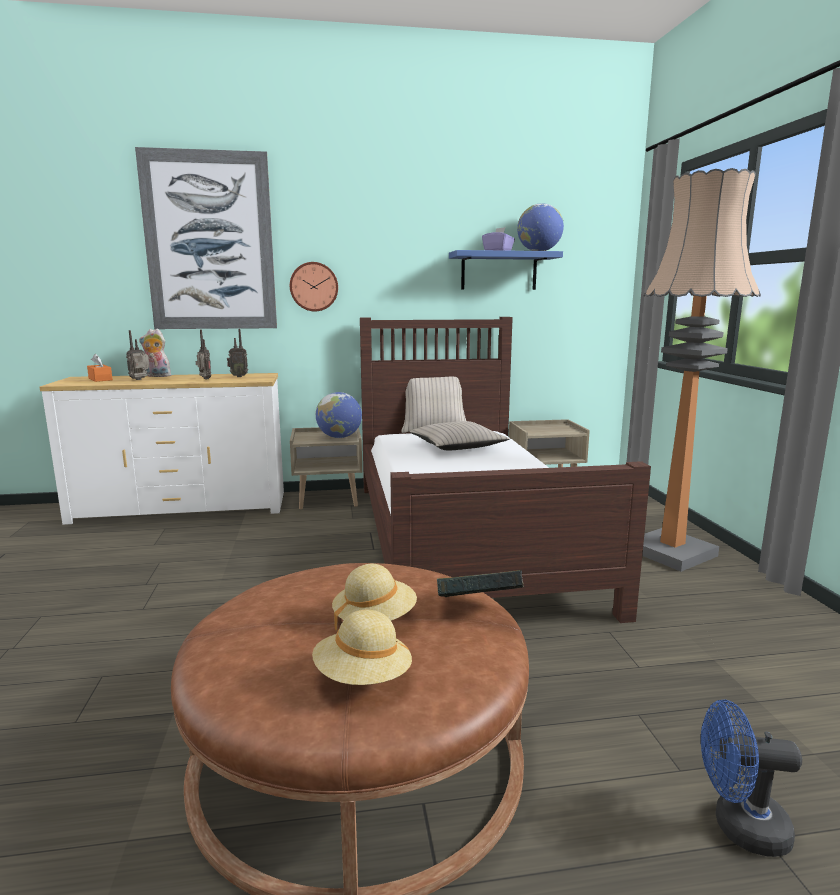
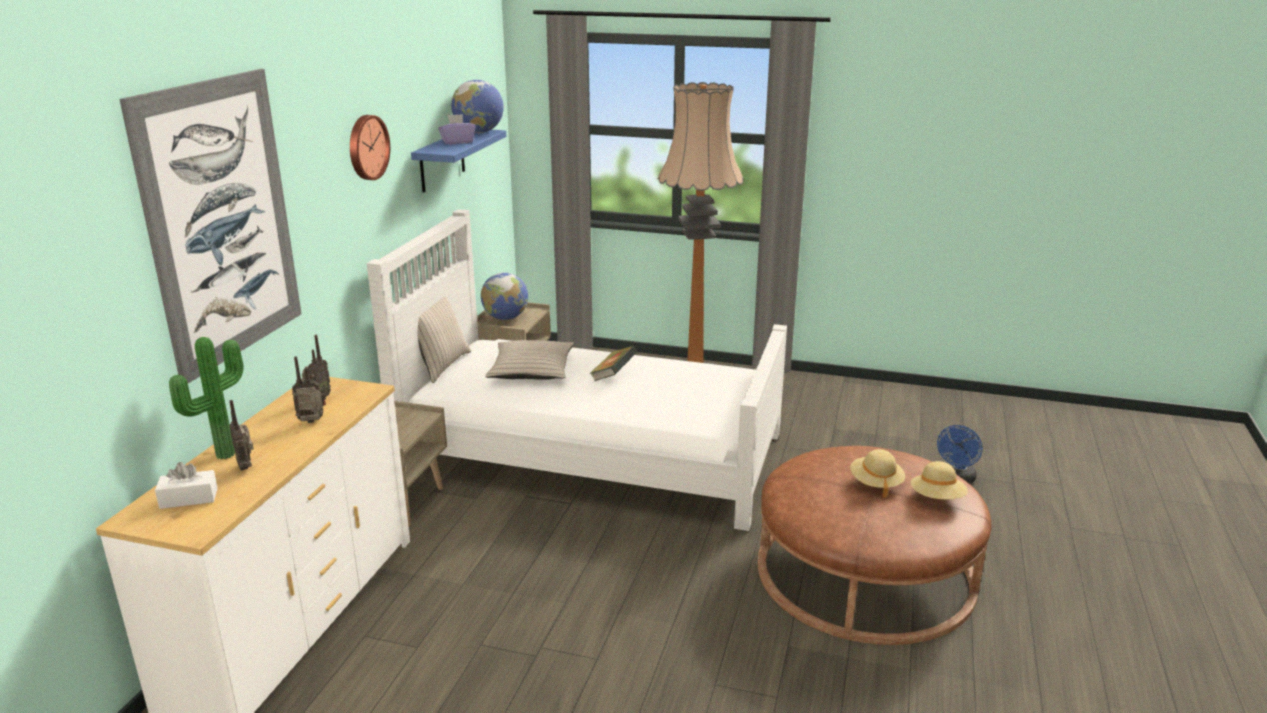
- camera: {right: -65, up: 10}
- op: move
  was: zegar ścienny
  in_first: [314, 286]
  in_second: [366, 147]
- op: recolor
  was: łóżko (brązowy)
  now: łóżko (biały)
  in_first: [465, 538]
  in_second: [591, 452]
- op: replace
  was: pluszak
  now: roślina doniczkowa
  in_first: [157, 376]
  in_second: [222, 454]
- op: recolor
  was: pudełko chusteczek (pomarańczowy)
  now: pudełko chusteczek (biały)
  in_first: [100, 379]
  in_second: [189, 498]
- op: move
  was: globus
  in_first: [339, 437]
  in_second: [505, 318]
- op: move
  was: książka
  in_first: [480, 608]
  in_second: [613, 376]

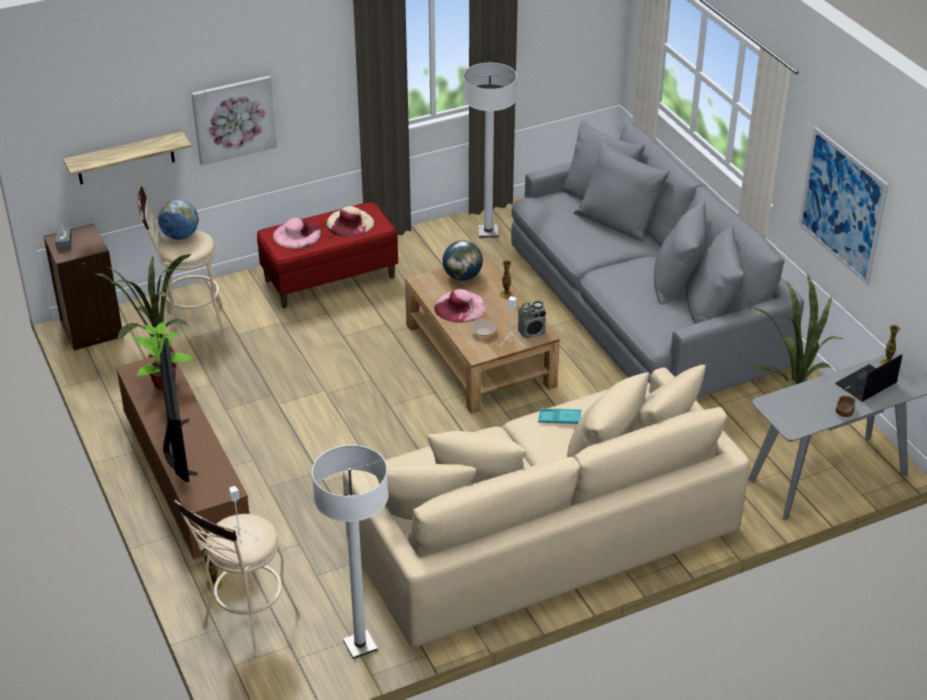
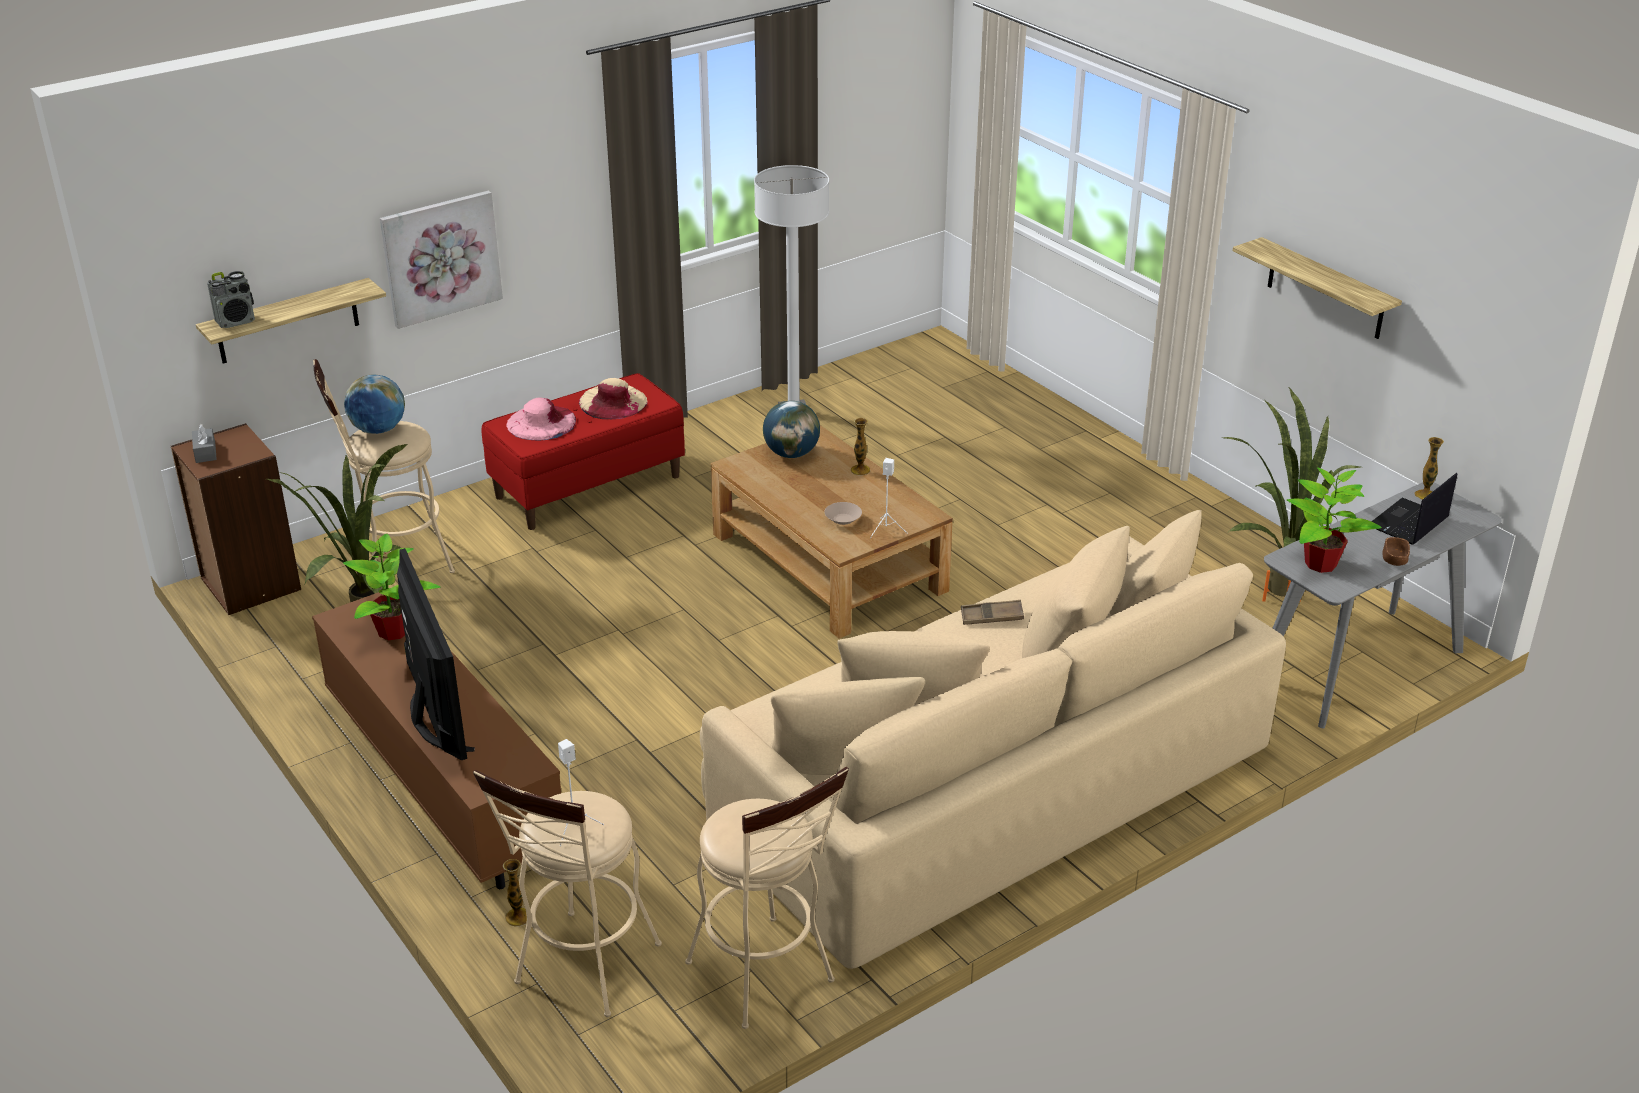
- camera: {right: -10, up: -5}
- op: delete
  was: kanapa (szary)
  in_first: [643, 305]
- op: replace
  was: obraz
  now: półka
  in_first: [842, 205]
  in_second: [1326, 289]
- op: delete
  was: kapelusz (różowy)
  in_first: [459, 306]
- op: move
  was: radio
  in_first: [532, 332]
  in_second: [236, 321]
- op: recolor
  was: taca (turkusowy)
  now: taca (brązowy)
  in_first: [559, 419]
  in_second: [991, 617]
- op: replace
  was: lampa stojąca (biały)
  now: stołek (beżowy)
  in_first: [360, 645]
  in_second: [767, 979]
- op: insert
  now: roślina doniczkowa
  in_second: [1319, 564]

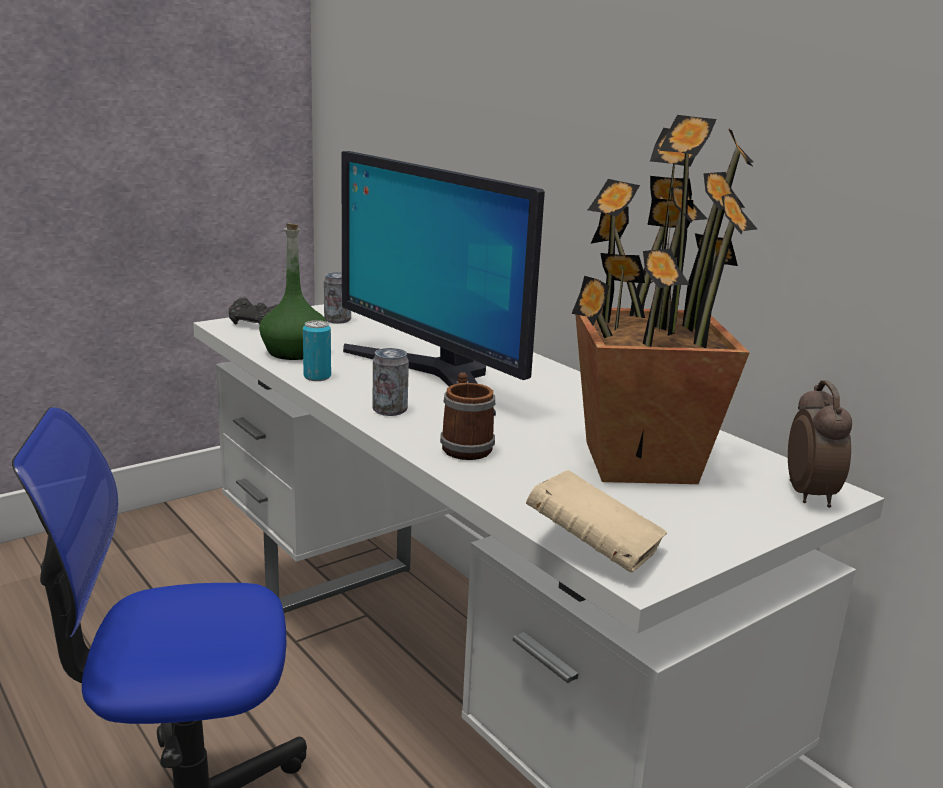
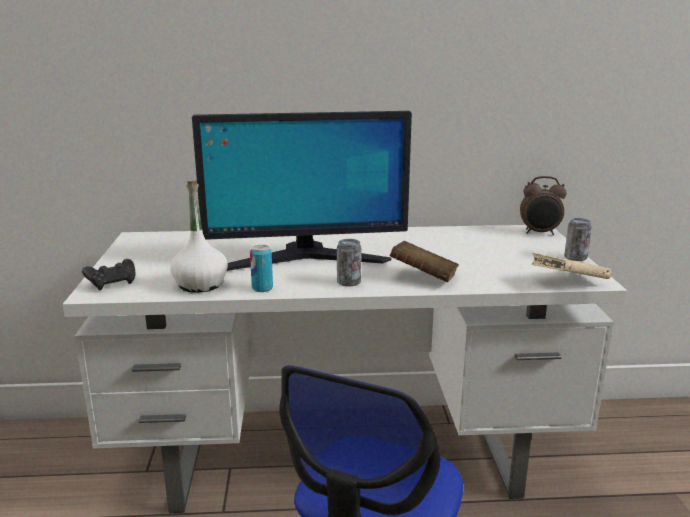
- camera: {right: -55, up: 0}
- op: delete
  was: roślina doniczkowa
  in_first: [638, 461]
- op: recolor
  was: butelka (zielony)
  now: butelka (biały)
  in_first: [294, 352]
  in_second: [200, 284]
- op: move
  was: puszka
  in_first: [337, 320]
  in_second: [575, 257]
- op: replace
  was: kubek
  now: książka (brązowy)
  in_first: [465, 446]
  in_second: [423, 277]
- op: rotate
  was: budzik
  in_first: [811, 495]
  in_second: [539, 233]
  clockwise: 150

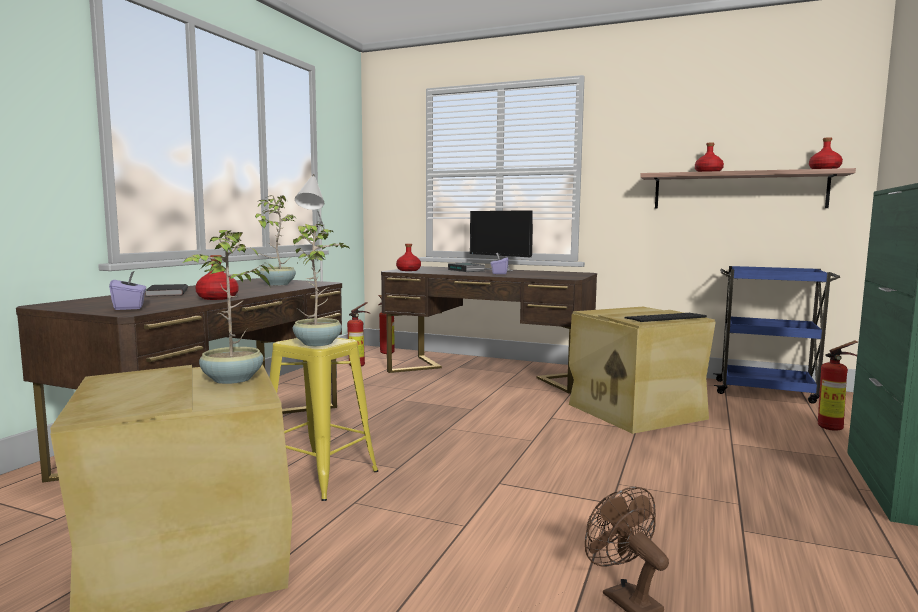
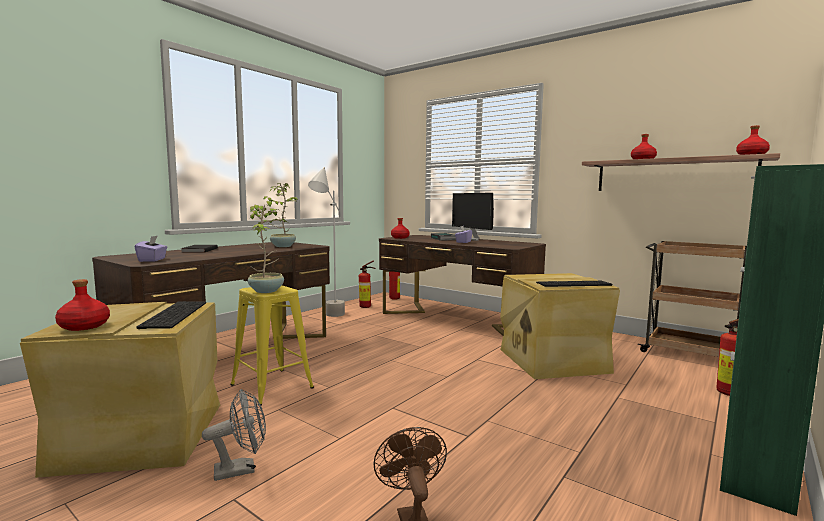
- camera: {right: 15, up: 0}
- op: replace
  was: roślina doniczkowa
  now: klawiatura
  in_first: [232, 380]
  in_second: [173, 314]
- op: move
  was: butelka (czerwony)
  in_first: [217, 298]
  in_second: [84, 326]
- op: recolor
  was: wózek (niebieski)
  now: wózek (brązowy)
  in_first: [766, 391]
  in_second: [690, 353]
- op: insert
  now: wentylator (szary)
  in_second: [241, 469]

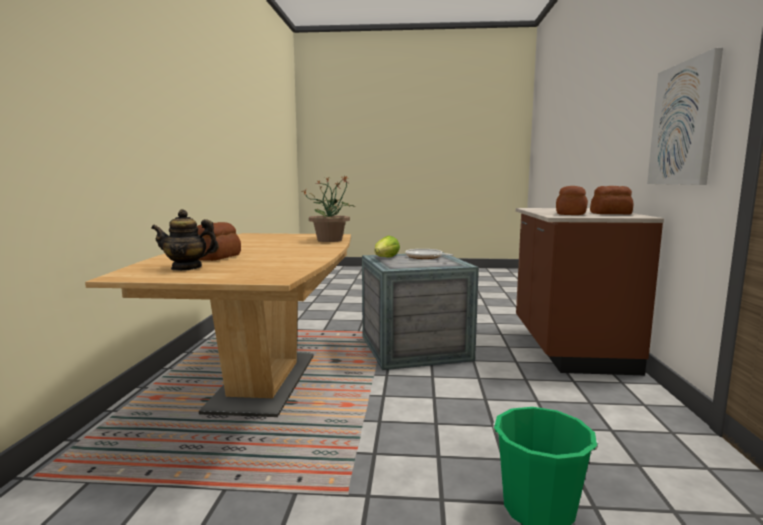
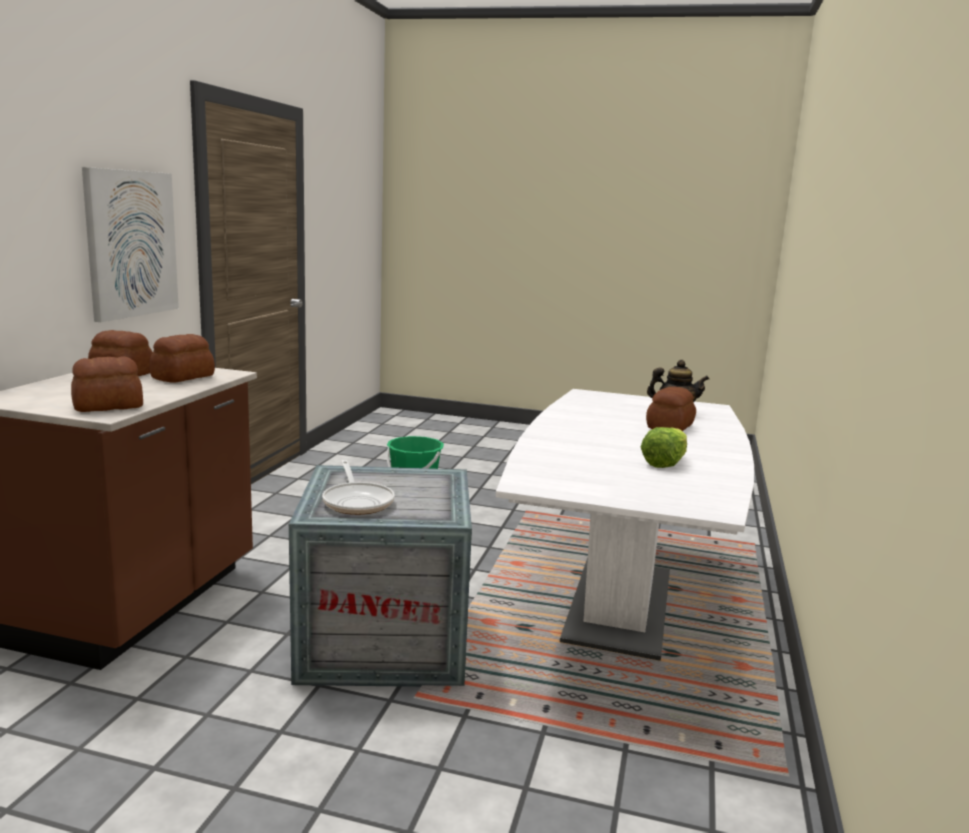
- camera: {right: -170, up: 5}
- op: delete
  was: roślina doniczkowa
  in_first: [330, 240]
- op: recolor
  was: stół jadalny (brązowy)
  now: stół jadalny (biały)
  in_first: [264, 382]
  in_second: [619, 605]
- op: move
  was: sałata
  in_first: [385, 258]
  in_second: [664, 463]
- op: insert
  now: chleb
  in_second: [107, 406]

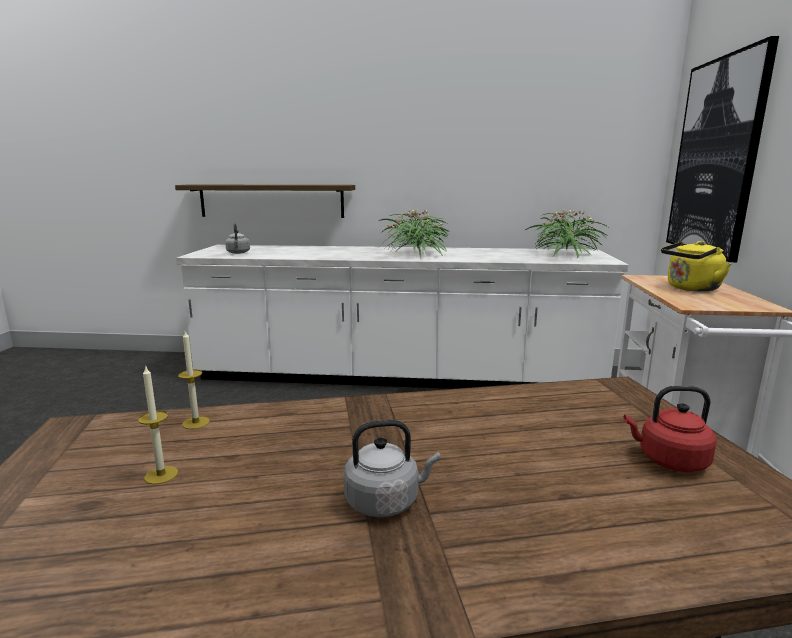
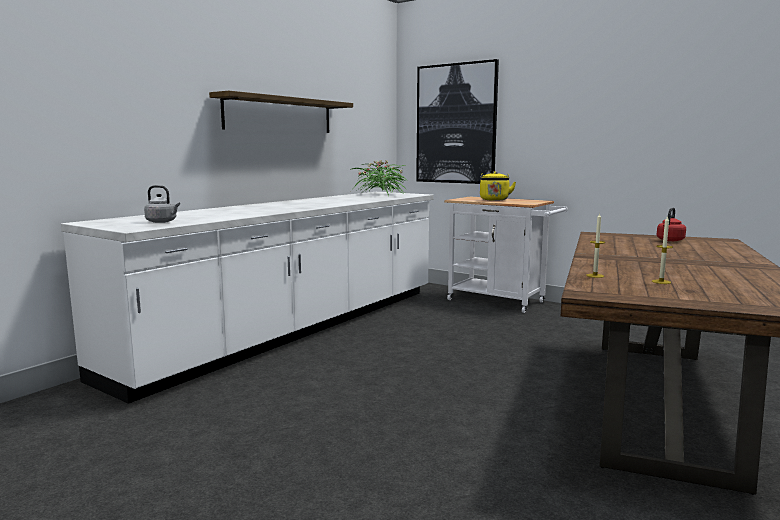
- camera: {right: -60, up: -5}
- op: move
  was: półka
  in_first: [271, 201]
  in_second: [280, 115]
- op: delete
  was: roślina doniczkowa
  in_first: [416, 253]
- op: delete
  was: czajnik (szary)
  in_first: [386, 501]

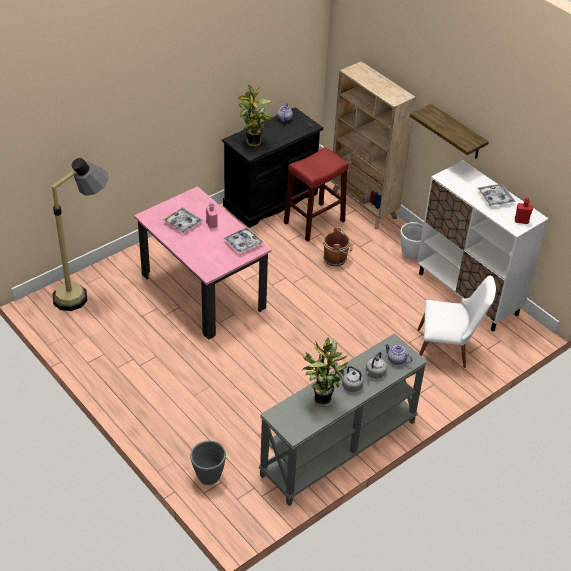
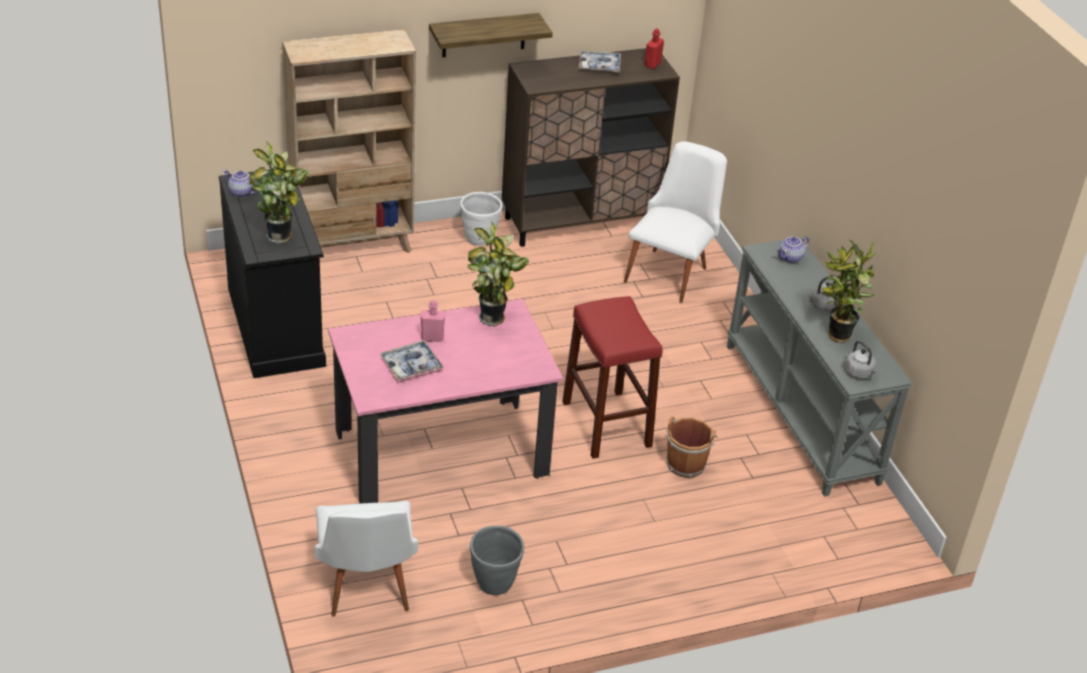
- camera: {right: -70, up: -5}
- op: move
  was: stołek (czerwony)
  in_first: [314, 222]
  in_second: [606, 424]
- op: replace
  was: lampa stojąca
  now: krzesło (biały)
  in_first: [85, 293]
  in_second: [366, 590]
- op: recolor
  was: szafka (biały)
  now: szafka (brązowy)
  in_first: [468, 294]
  in_second: [580, 222]
- op: replace
  was: taca
  now: roślina doniczkowa
  in_first: [243, 243]
  in_second: [494, 320]
- op: move
  was: wiadro (brązowy)
  in_first: [336, 259]
  in_second: [686, 463]
- op: move
  was: czajnik (szary)
  in_first: [374, 373]
  in_second: [859, 373]
- op: move
  was: donica (szary)
  in_first: [208, 477]
  in_second: [494, 585]

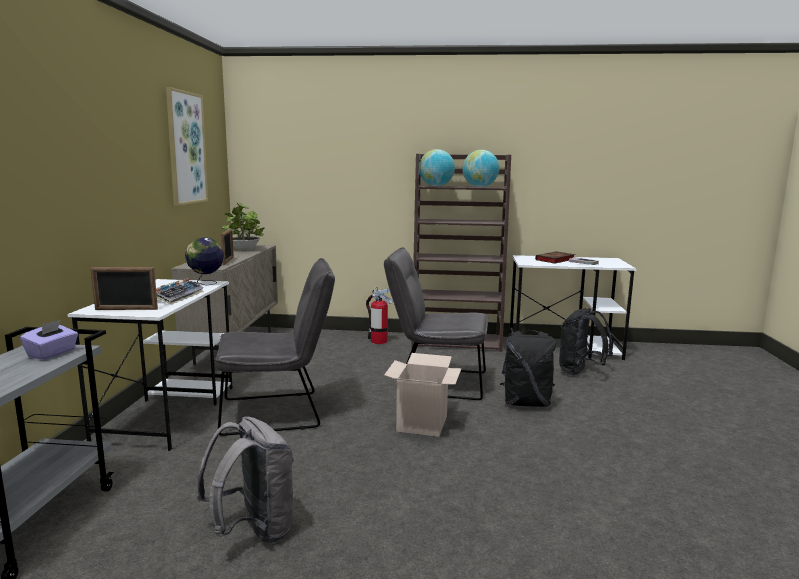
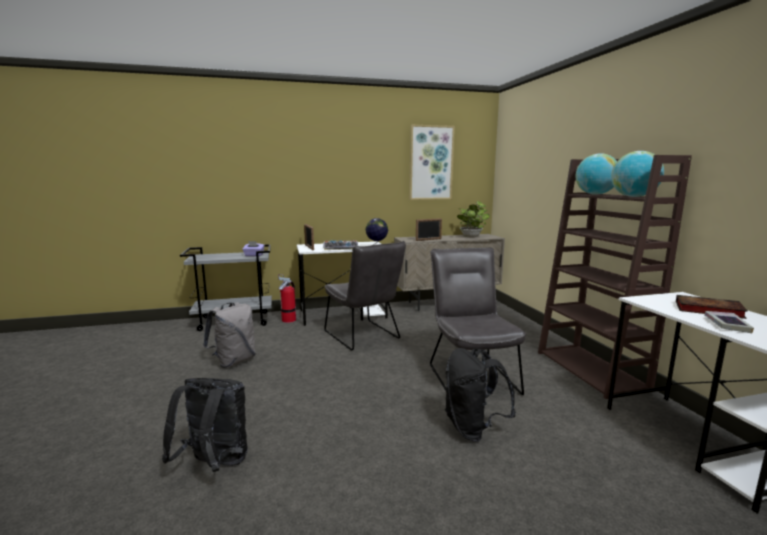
- camera: {right: 70, up: 0}
- op: move
  was: gaśnica
  in_first: [378, 341]
  in_second: [289, 320]
- op: move
  was: plecak (czarny)
  in_first: [580, 372]
  in_second: [214, 465]
- op: delete
  was: karton
  in_first: [422, 424]

